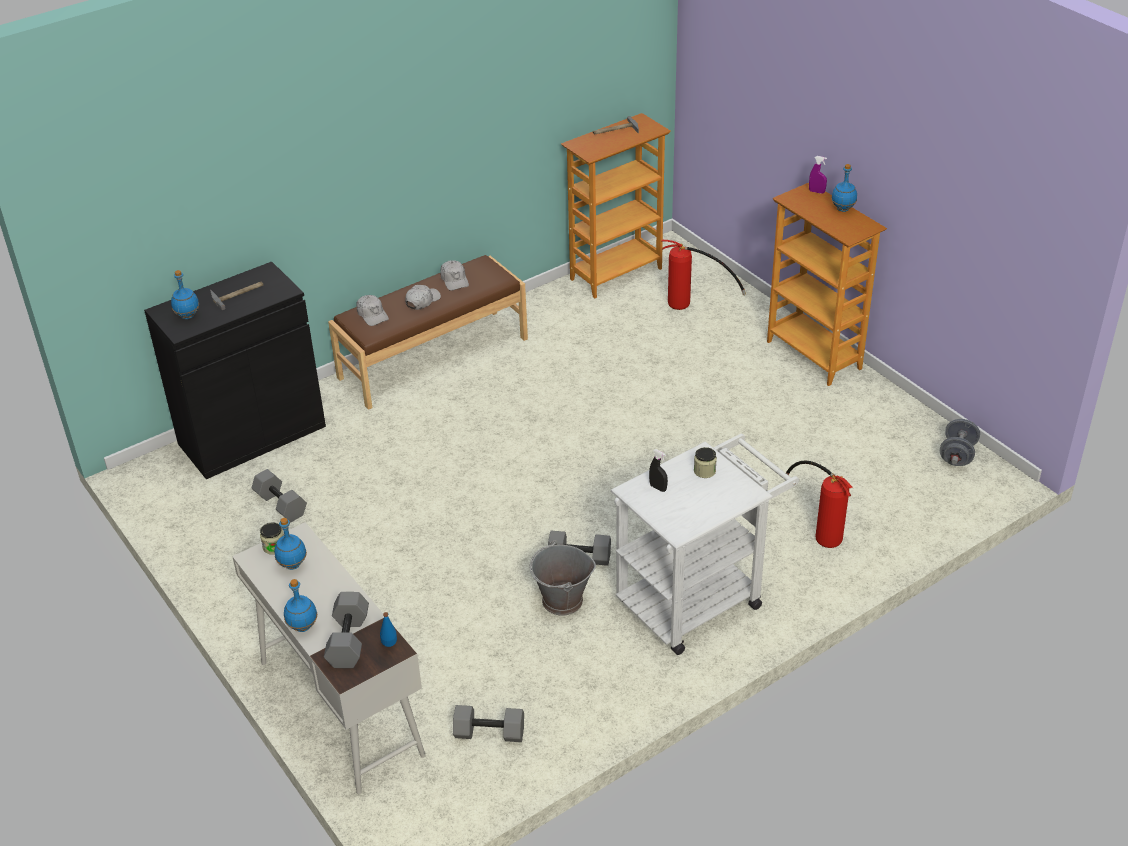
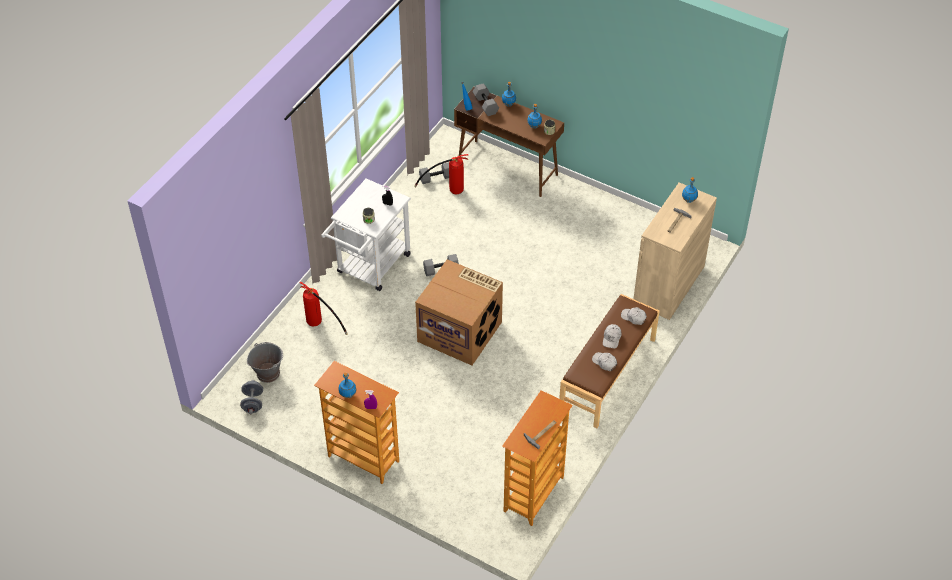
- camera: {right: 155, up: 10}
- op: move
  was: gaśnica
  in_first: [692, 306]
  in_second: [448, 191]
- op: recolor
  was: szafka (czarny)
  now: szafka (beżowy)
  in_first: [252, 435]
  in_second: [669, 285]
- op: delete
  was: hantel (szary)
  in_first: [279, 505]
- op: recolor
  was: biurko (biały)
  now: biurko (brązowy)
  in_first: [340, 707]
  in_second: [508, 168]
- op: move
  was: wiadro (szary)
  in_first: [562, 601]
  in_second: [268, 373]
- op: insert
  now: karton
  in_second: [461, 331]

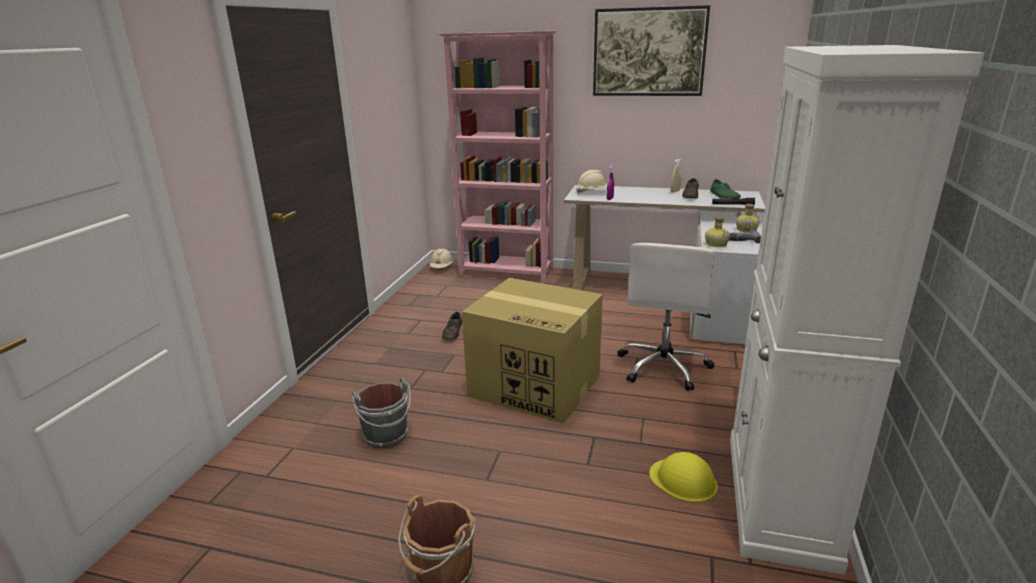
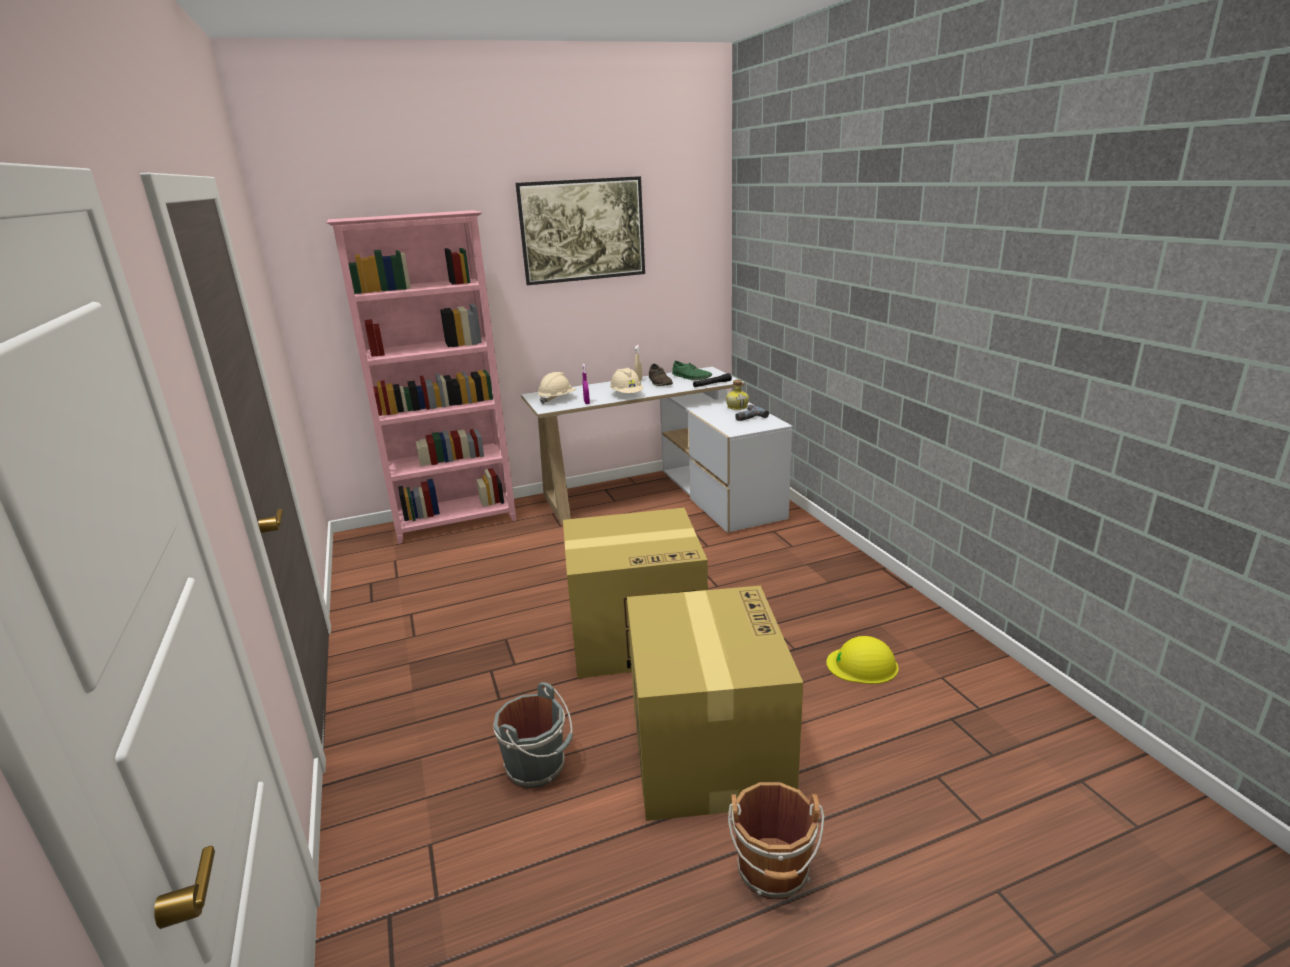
- camera: {right: -35, up: 0}
- op: delete
  was: szafka (biały)
  in_first: [779, 498]
- op: delete
  was: butelka
  in_first: [716, 244]
- op: delete
  was: krzesło biurowe (biały)
  in_first: [664, 367]
- op: move
  was: kask (beżowy)
  in_first: [442, 267]
  in_second: [627, 395]
- op: delete
  was: but (brązowy)
  in_first: [453, 333]
- op: insert
  now: karton
  in_second: [706, 748]

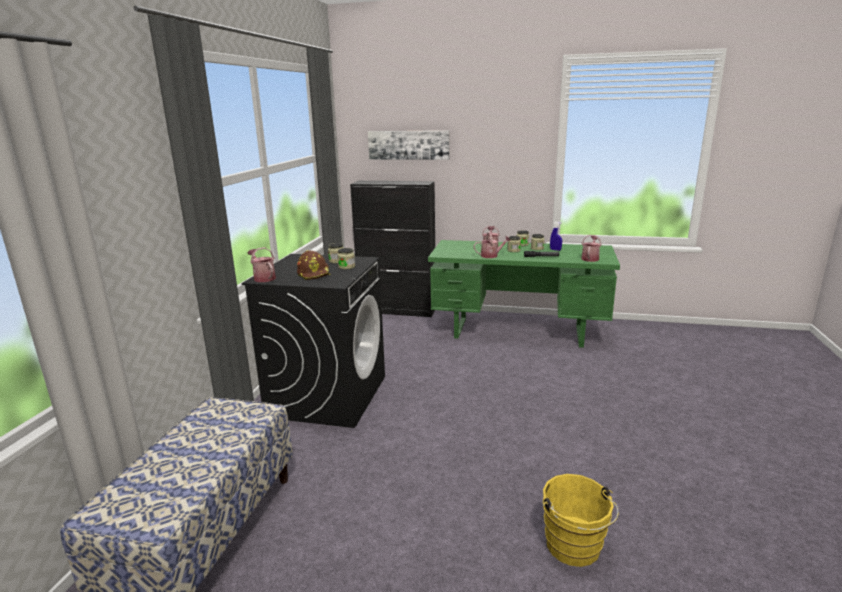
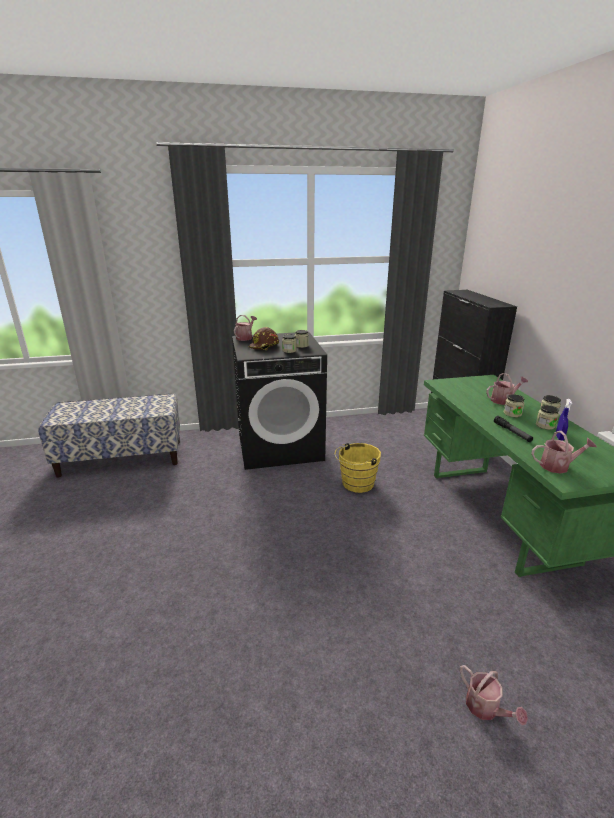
- camera: {right: 65, up: 5}
- op: delete
  was: obraz
  in_first: [408, 145]
- op: move
  was: konewka
  in_first: [491, 255]
  in_second: [486, 708]
- op: move
  was: wiadro (żółty)
  in_first: [574, 549]
  in_second: [355, 484]

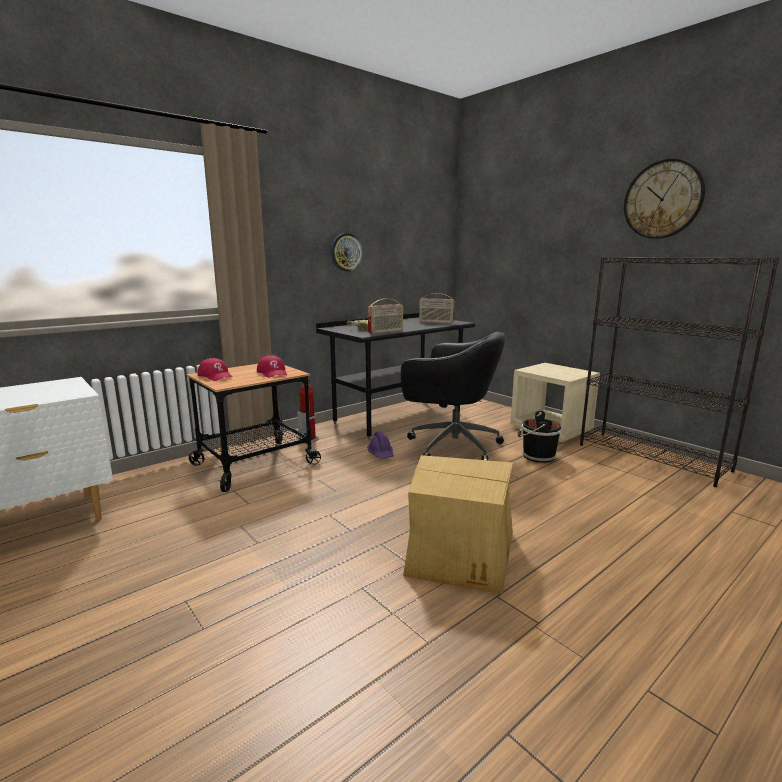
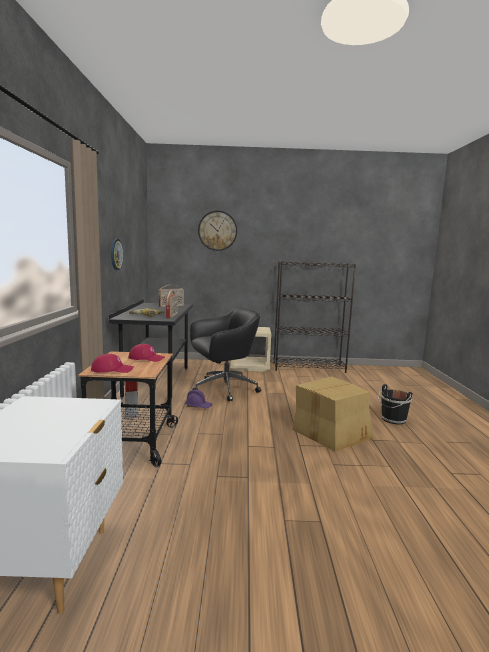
- camera: {right: -50, up: -5}
- op: move
  was: zegar ścienny
  in_first: [663, 199]
  in_second: [217, 230]
- op: move
  was: wiadro (czarny)
  in_first: [537, 456]
  in_second: [393, 419]

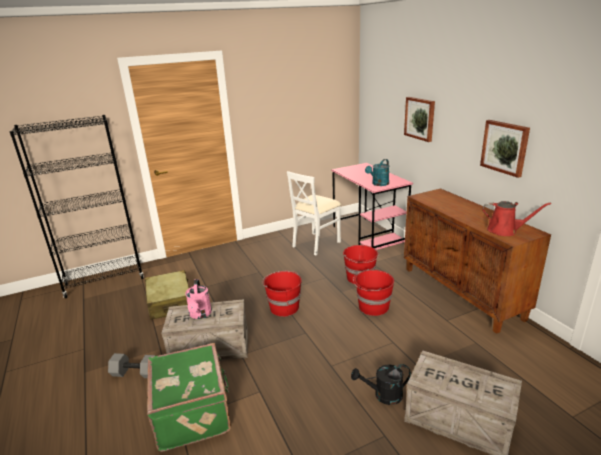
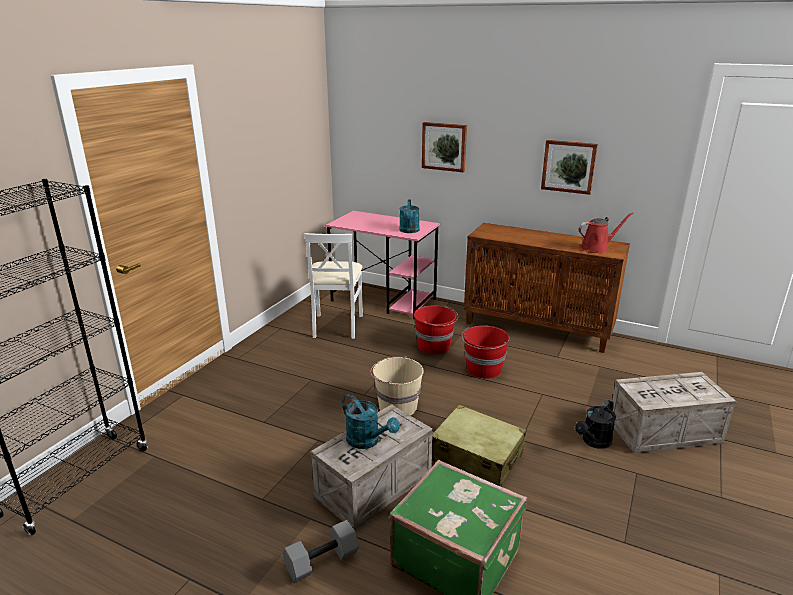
- camera: {right: -40, up: 0}
- op: move
  was: walizka (beżowy)
  in_first: [170, 302]
  in_second: [476, 457]
- op: recolor
  was: wiadro (czerwony)
  now: wiadro (beżowy)
  in_first: [284, 307]
  in_second: [397, 406]
- op: recolor
  was: konewka (różowy)
  now: konewka (turkusowy)
  in_first: [200, 314]
  in_second: [367, 441]

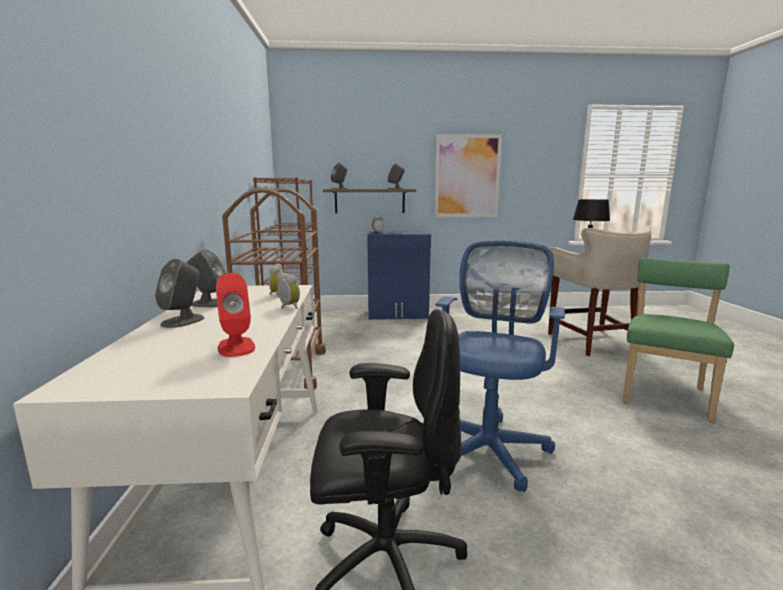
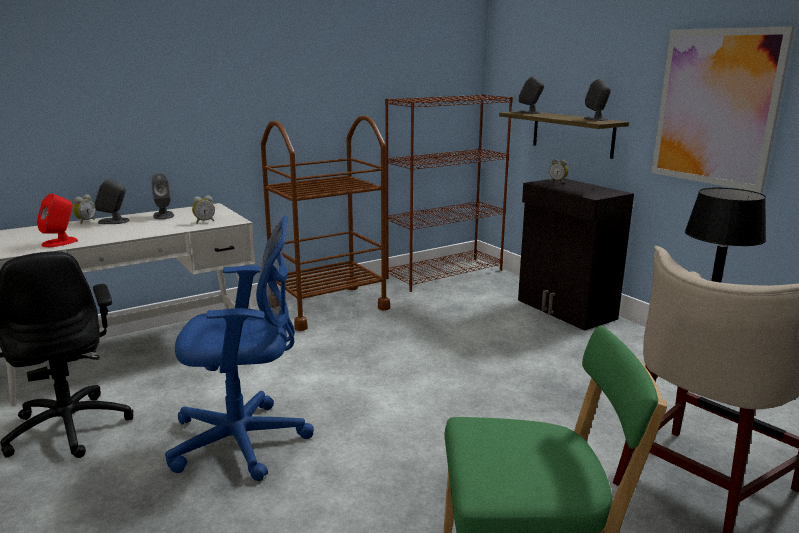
- camera: {right: 60, up: 5}
- op: recolor
  was: szafka (niebieski)
  now: szafka (czarny)
  in_first: [398, 314]
  in_second: [565, 310]
- op: move
  was: budzik
  in_first: [287, 307]
  in_second: [85, 221]

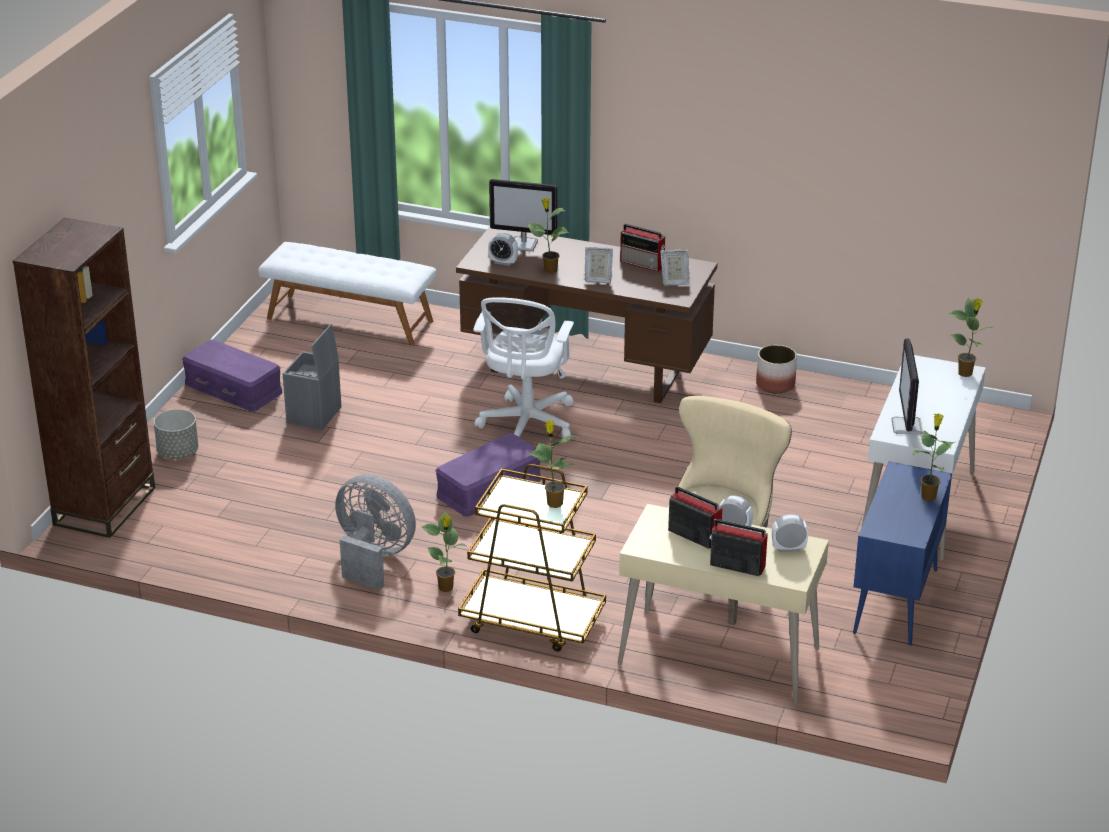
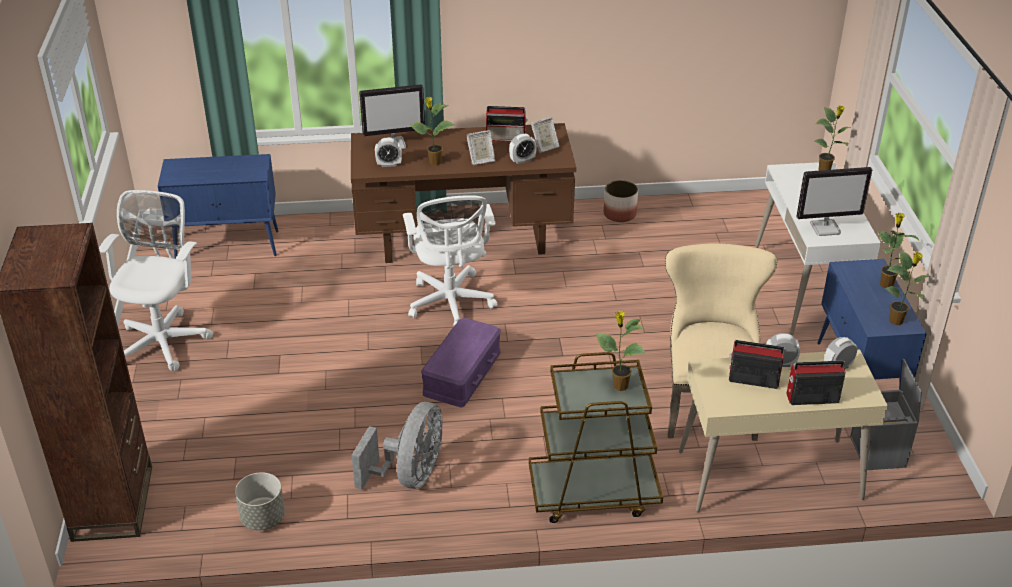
- camera: {right: -25, up: 5}
- op: replace
  was: ławka (biały)
  now: szafka (niebieski)
  in_first: [350, 319]
  in_second: [228, 246]
- op: move
  was: pojemnik do przechowywania (szary)
  in_first: [314, 415]
  in_second: [879, 452]
- op: rotate
  was: monitor
  in_first: [907, 427]
  in_second: [825, 228]
  clockwise: -75
- op: replace
  was: pojemnik do przechowywania (fioletowy)
  now: krzesło biurowe (biały)
  in_first: [234, 387]
  in_second: [164, 340]
- op: move
  was: donica (szary)
  in_first: [178, 452]
  in_second: [262, 518]
- op: rotate
  was: wentylator (szary)
  in_first: [373, 558]
  in_second: [410, 475]
  clockwise: 105
- op: move
  was: roślina doniczkowa
  in_first: [446, 588]
  in_second: [897, 321]
- op: insert
  now: budzik
  in_second: [522, 160]

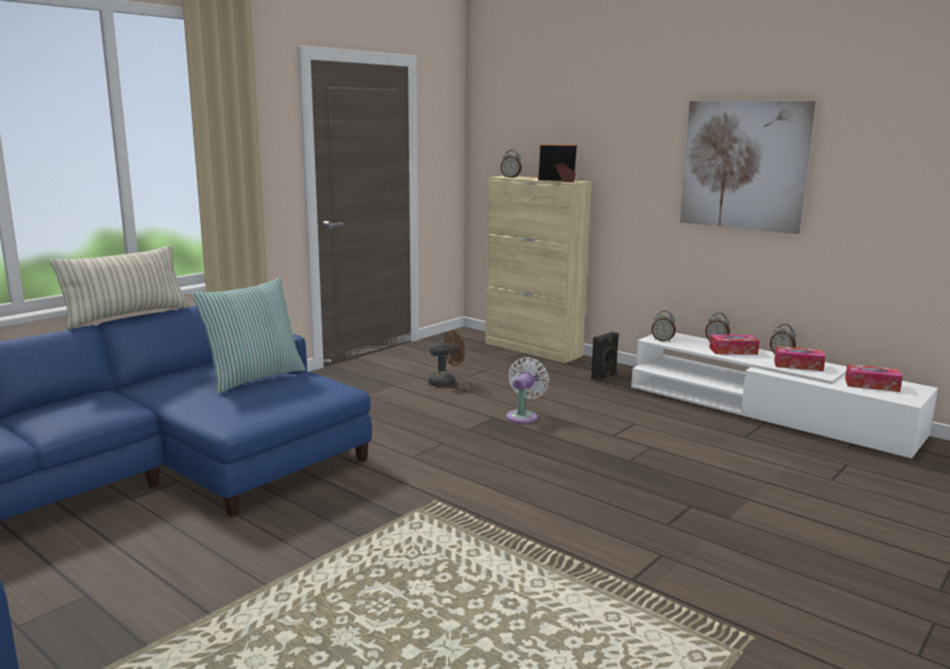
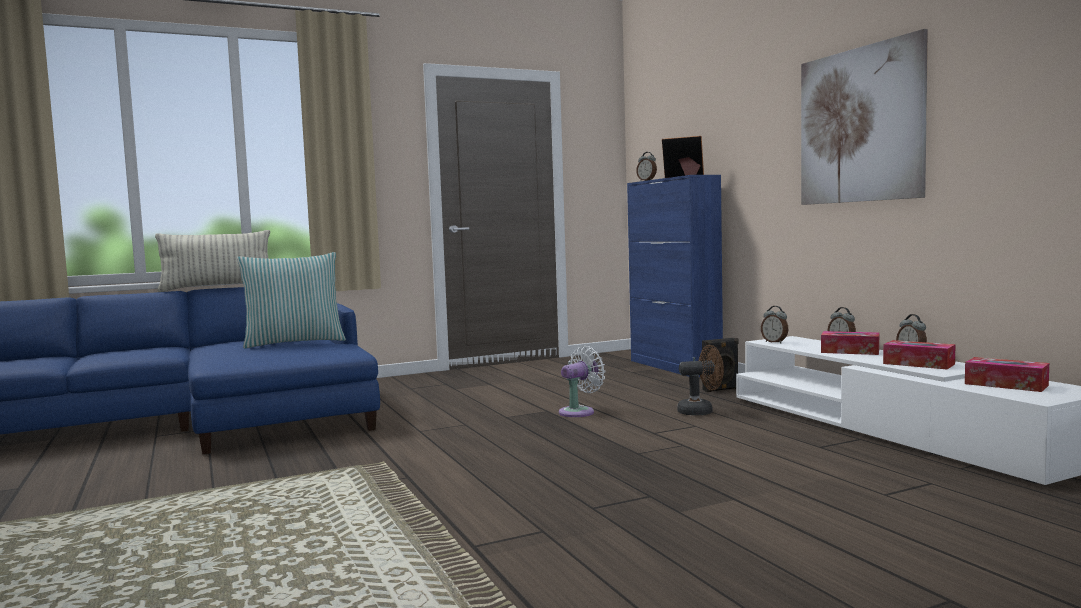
- camera: {right: 25, up: -10}
- op: recolor
  was: szafka (beżowy)
  now: szafka (niebieski)
  in_first: [533, 349]
  in_second: [674, 367]
- op: move
  was: wentylator (brązowy)
  in_first: [446, 382]
  in_second: [701, 411]

